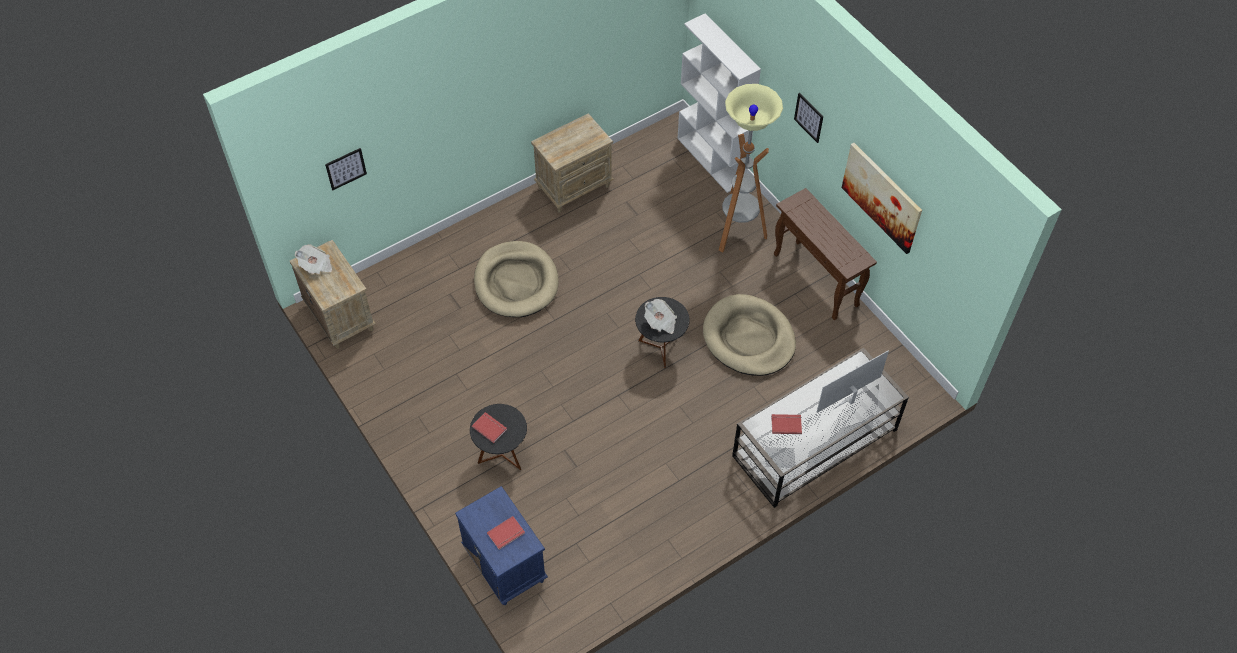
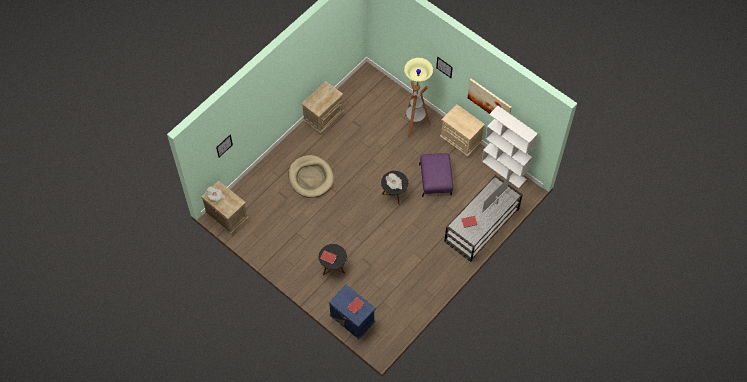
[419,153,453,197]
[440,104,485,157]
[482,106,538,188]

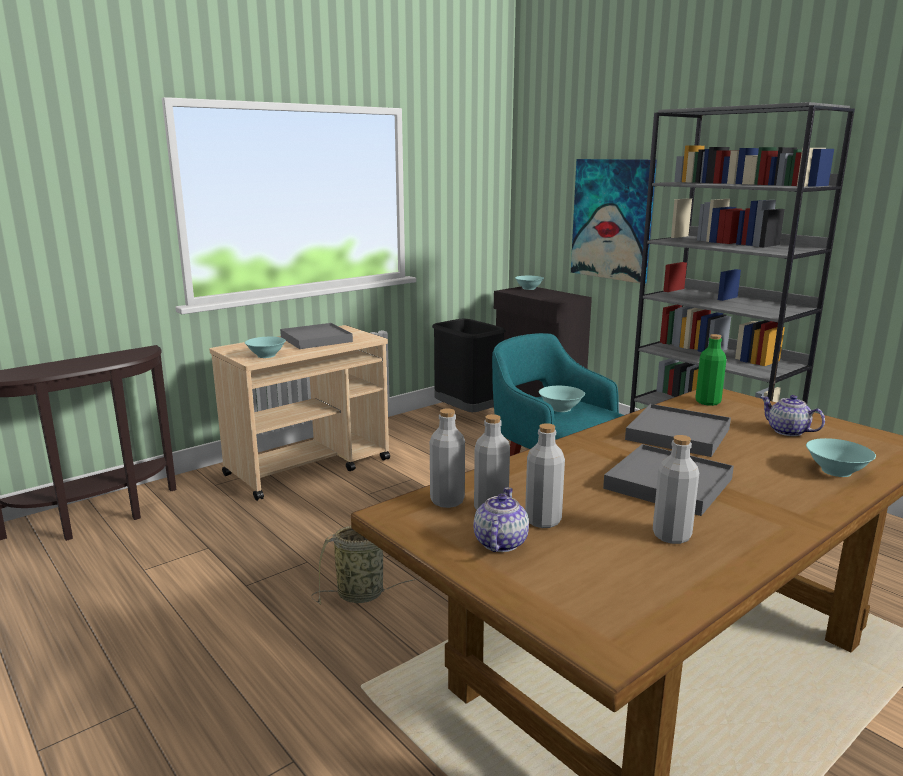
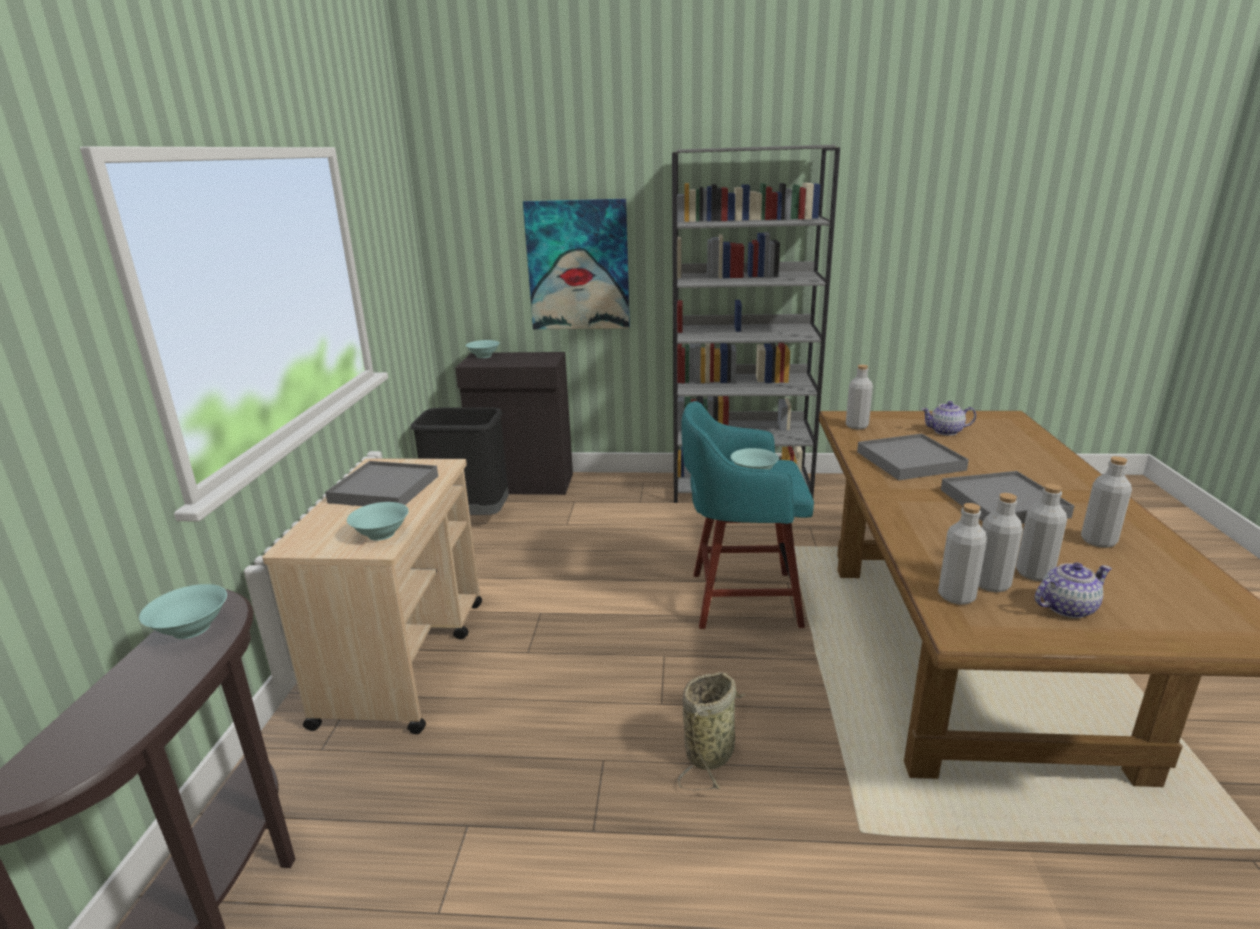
[139,584,227,639]
[846,365,873,430]
[1035,562,1112,618]

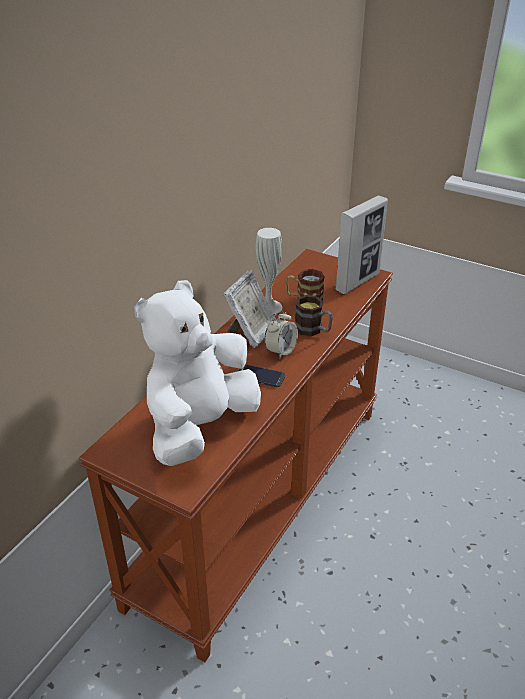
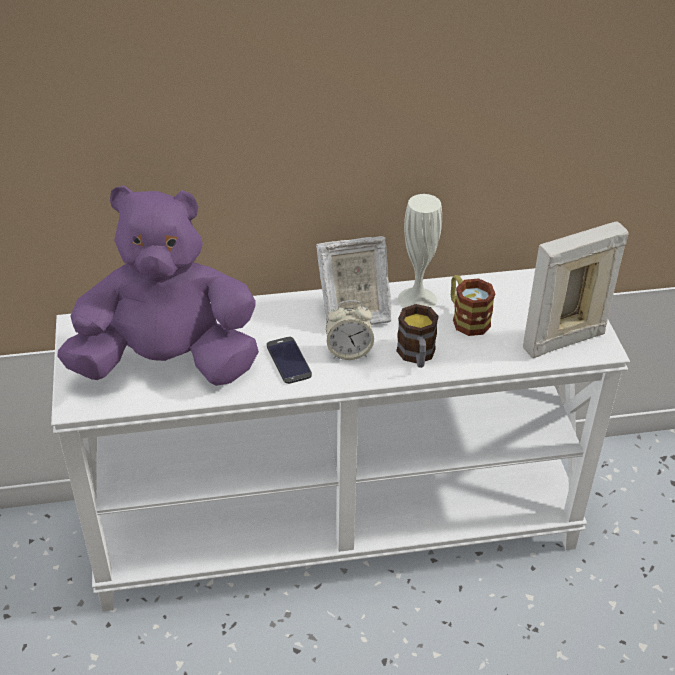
[51,268,630,611]
[57,186,259,386]
[523,221,629,358]

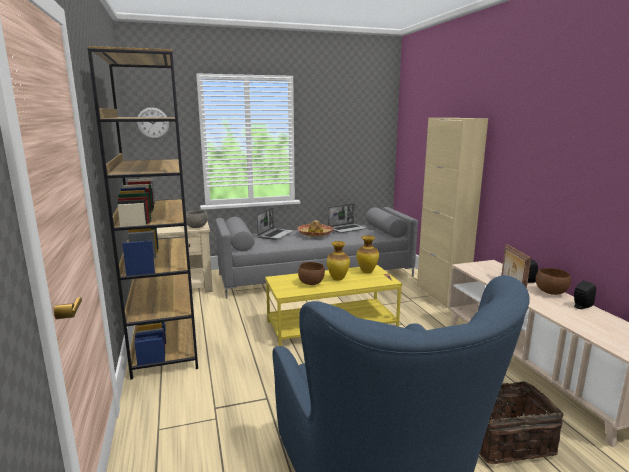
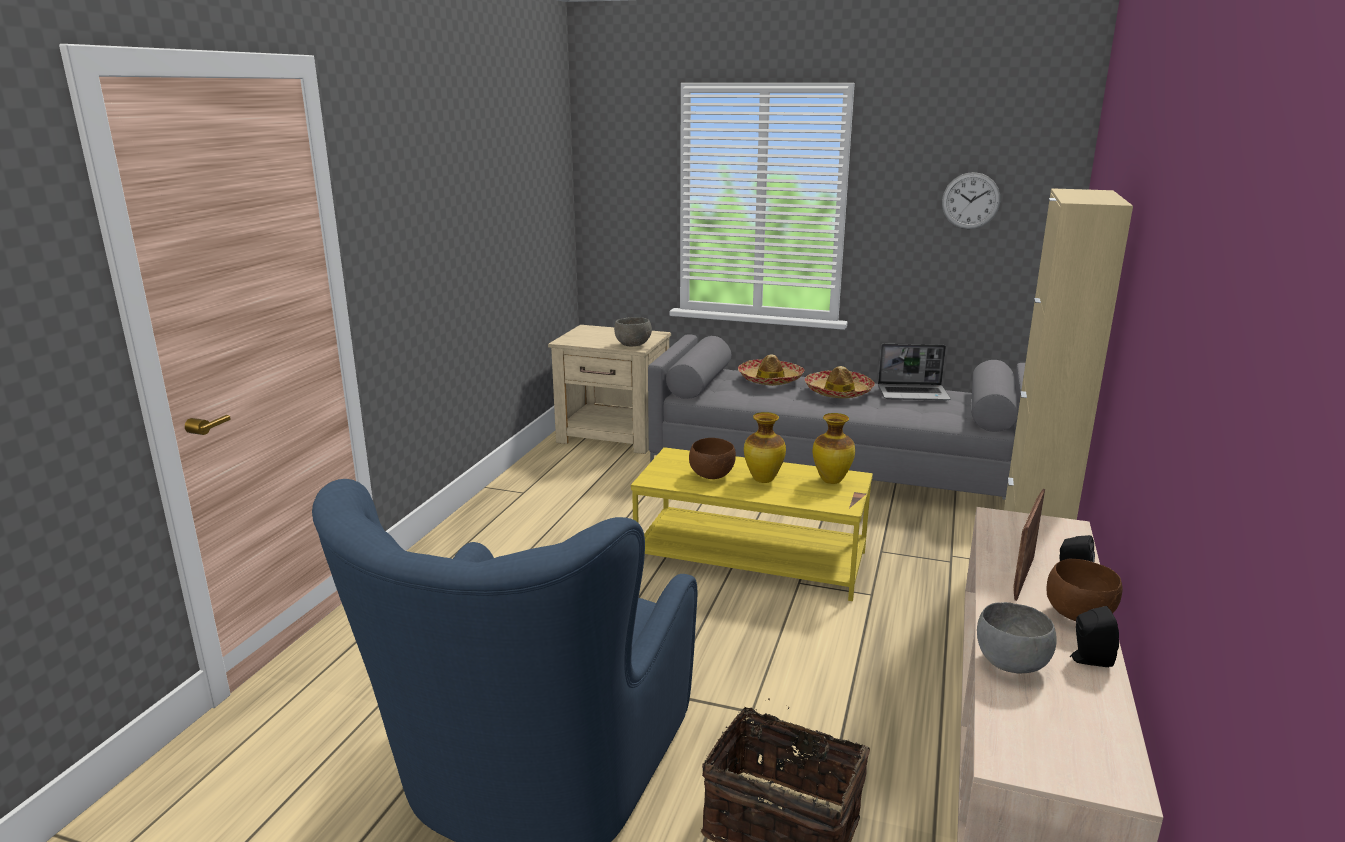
[738,354,804,386]
[942,172,1000,229]
[977,602,1057,674]
[87,46,198,380] (first image)

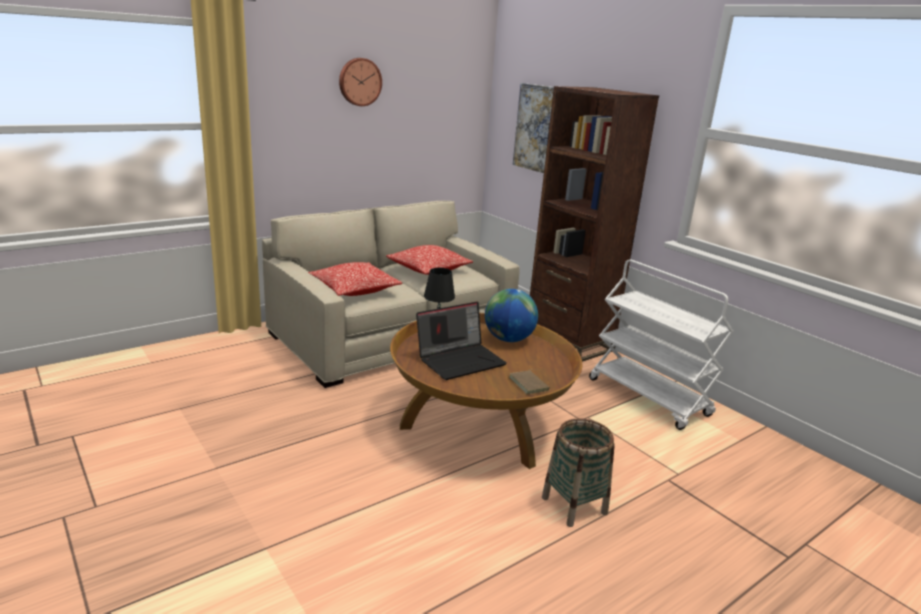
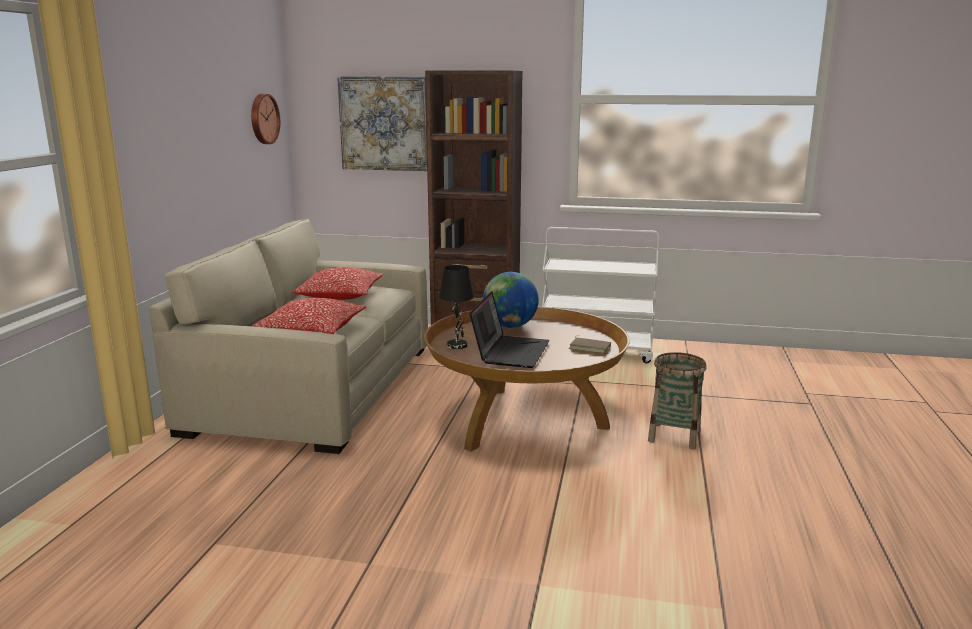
[251,93,280,144]

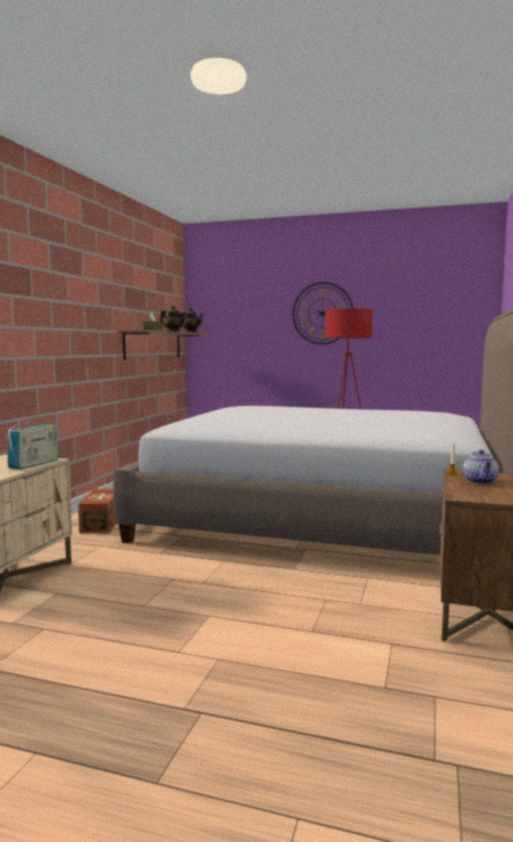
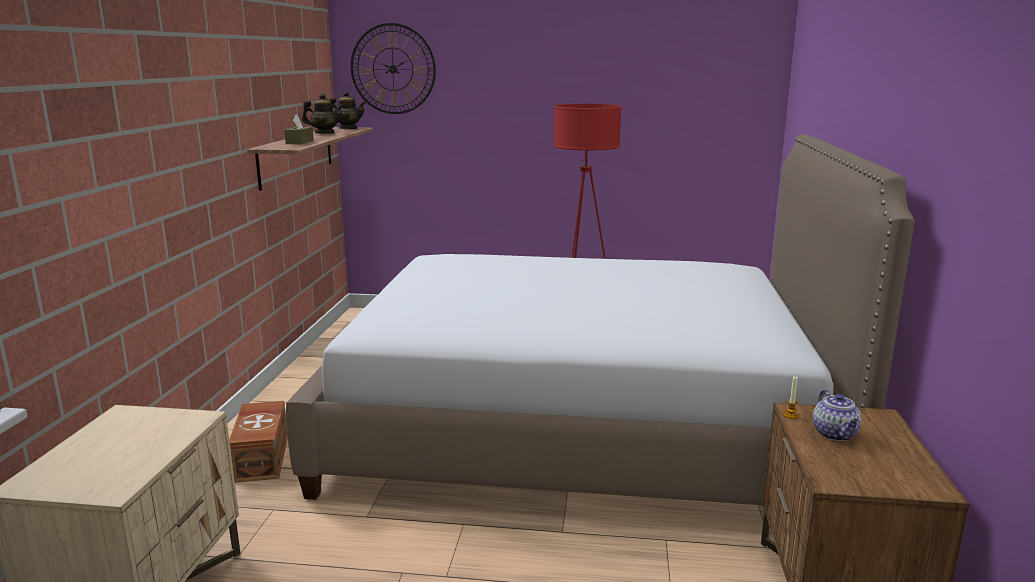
[351,23,436,114]
[8,420,59,470] (first image)

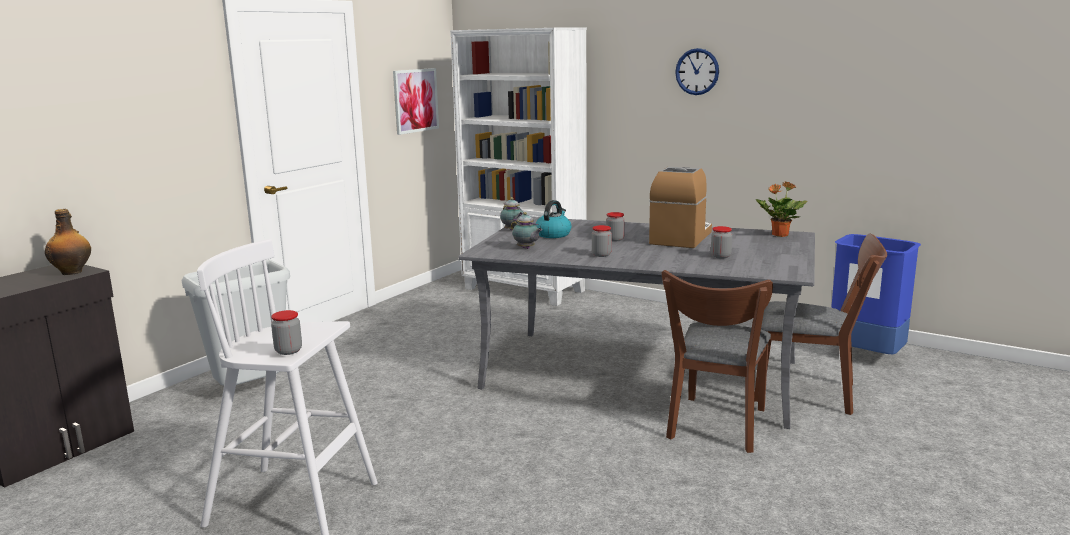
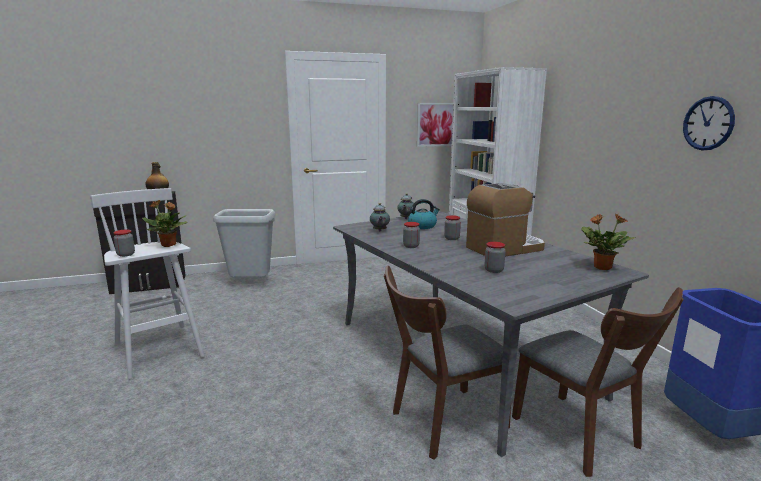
[142,200,188,247]
[683,96,735,150]

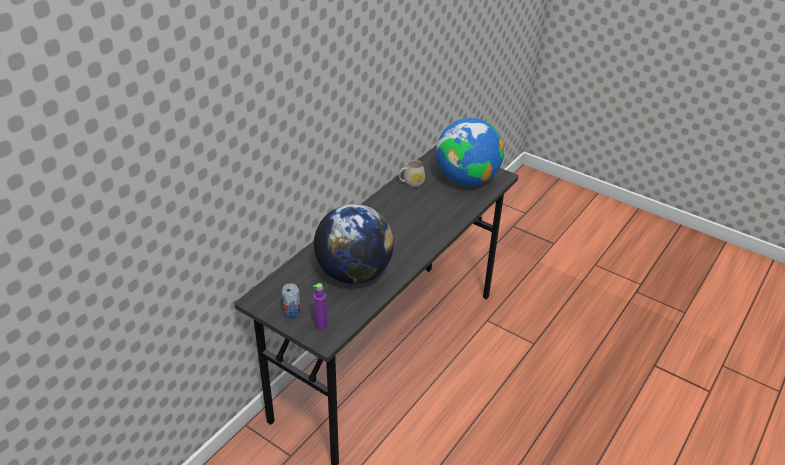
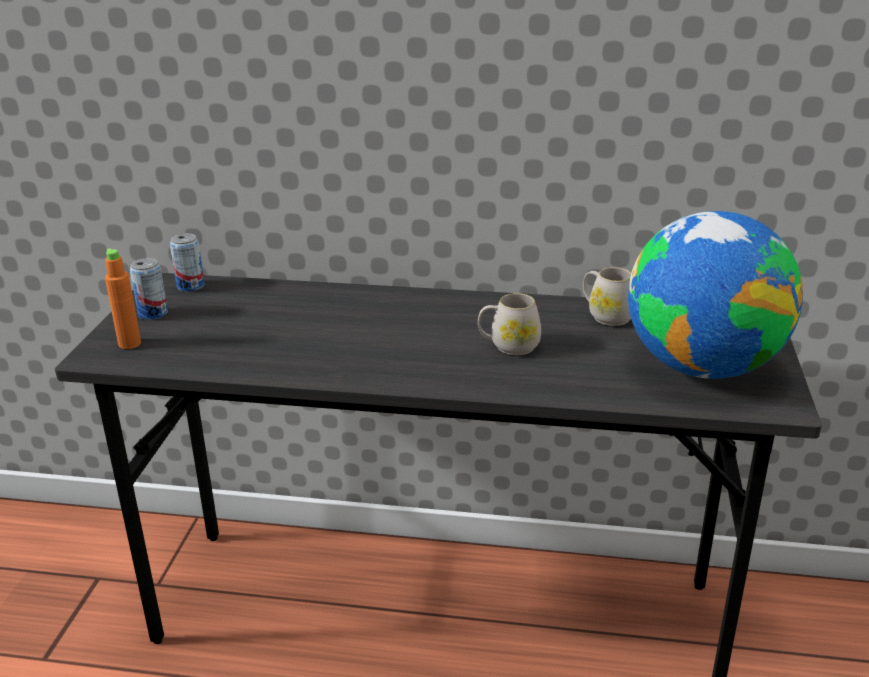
[105,248,141,349]
[170,233,205,292]
[478,293,541,355]
[314,204,394,284] (first image)

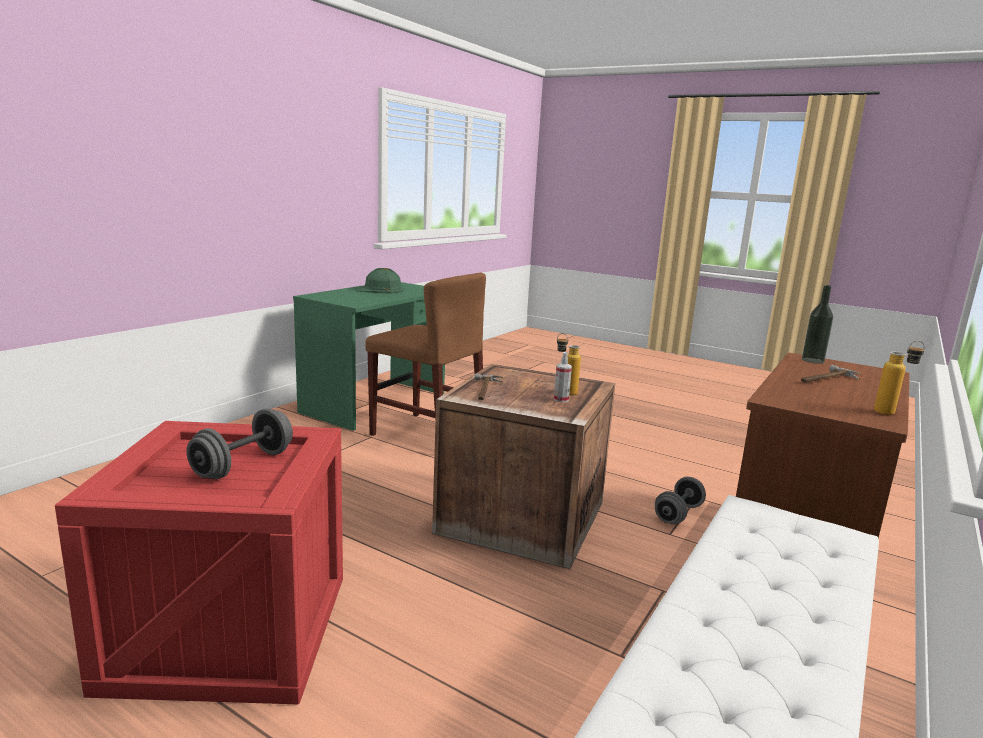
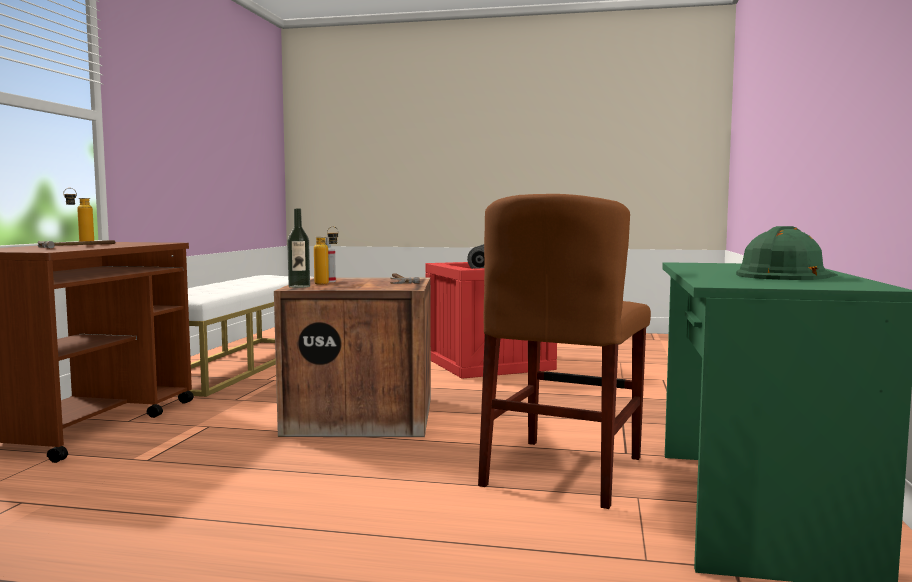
[287,209,310,288]
[478,194,651,509]
[655,477,706,524] (first image)

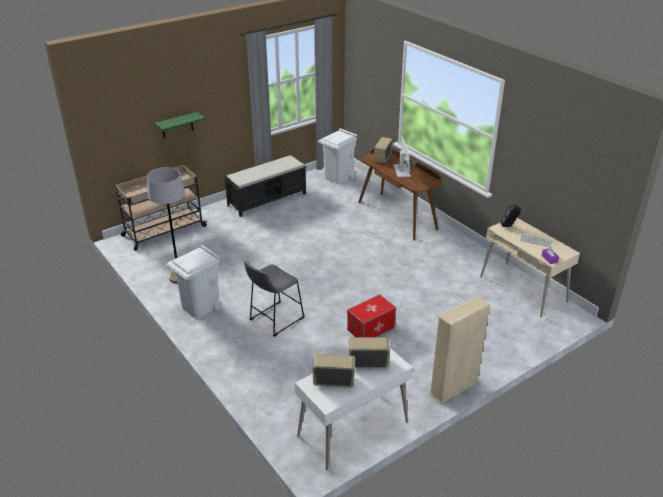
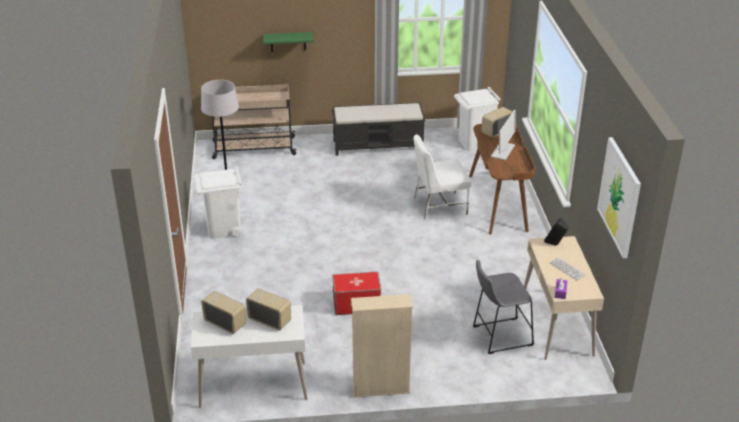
[413,135,471,219]
[473,260,534,354]
[597,137,641,258]

